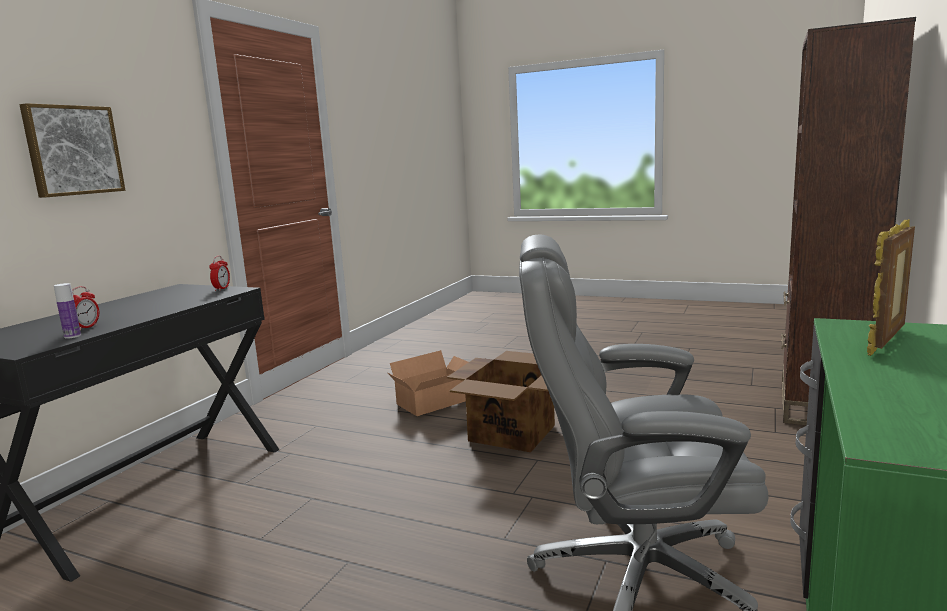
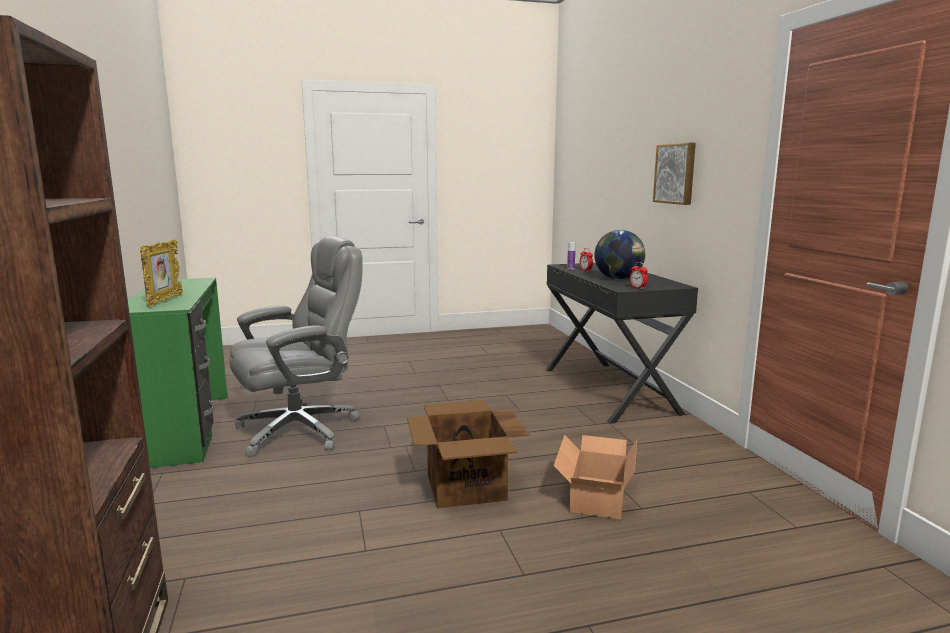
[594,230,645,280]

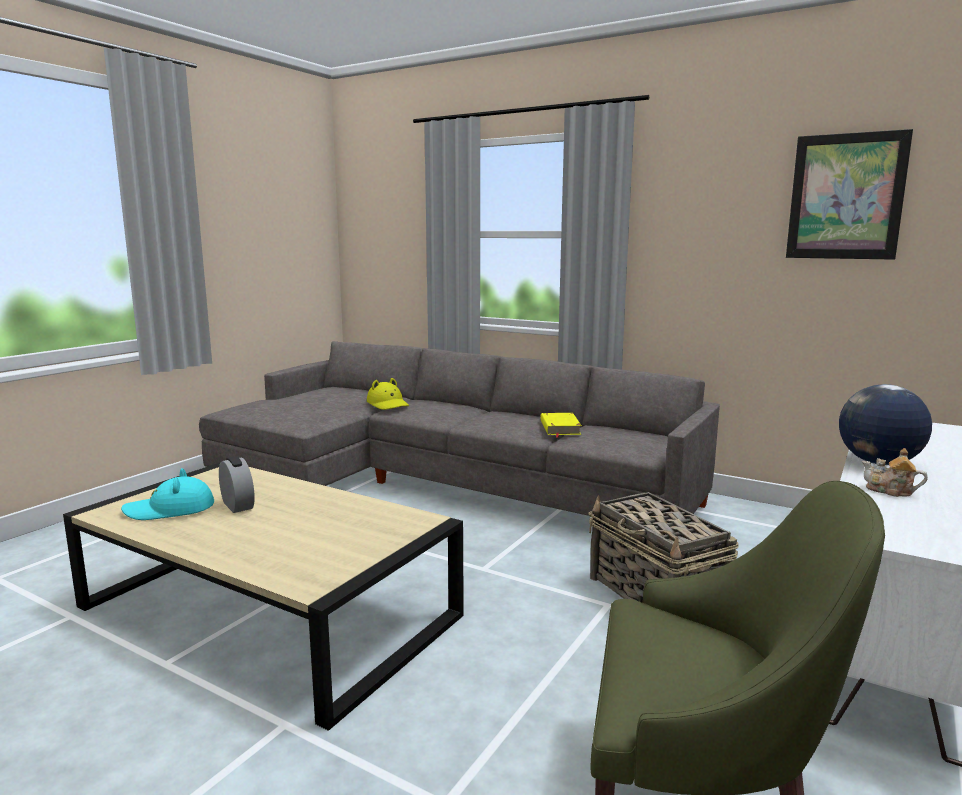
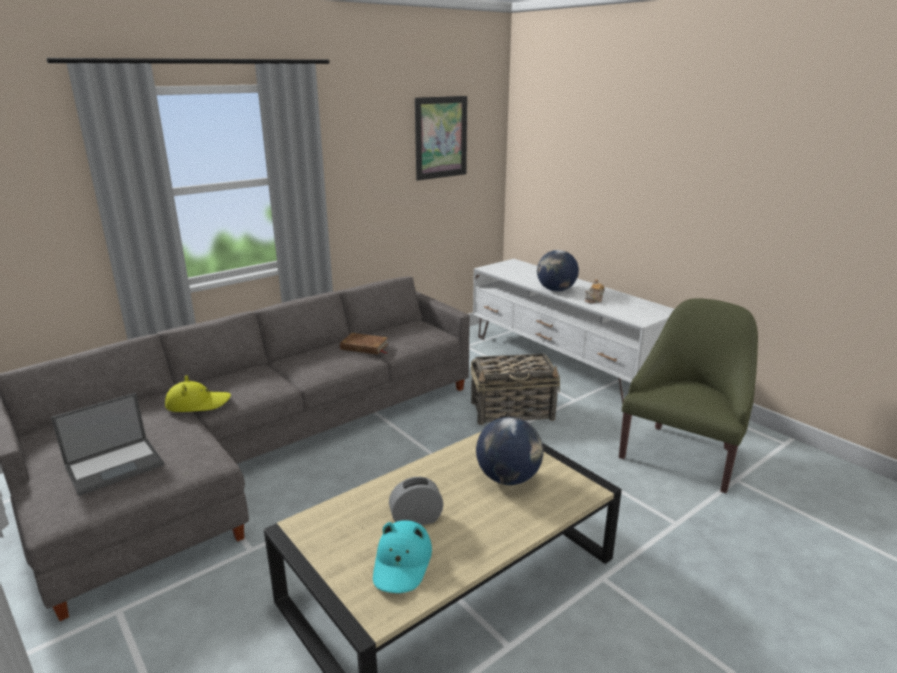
[51,393,164,496]
[340,333,388,355]
[476,417,544,485]

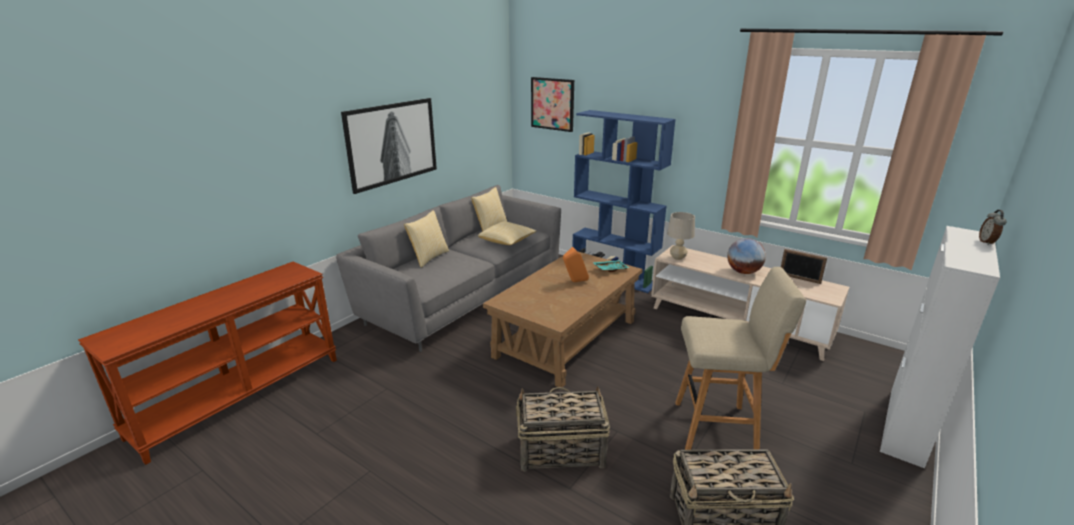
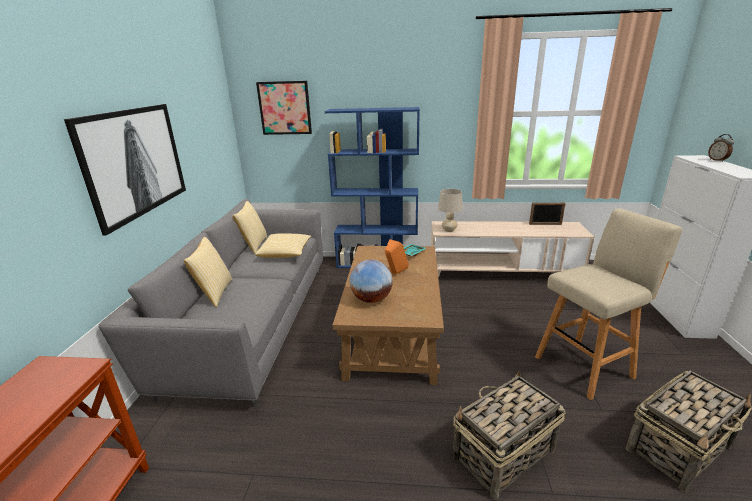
[350,260,393,303]

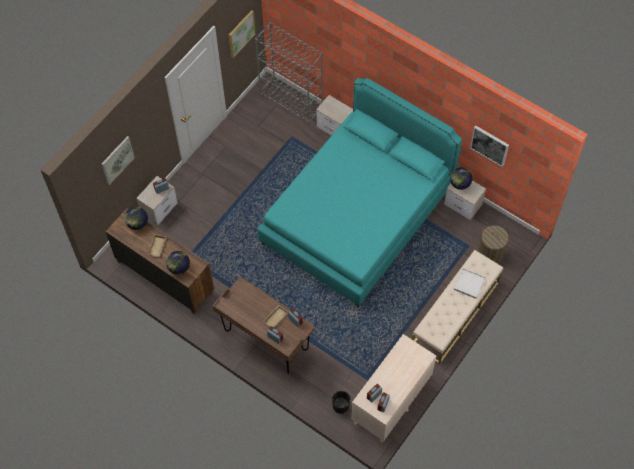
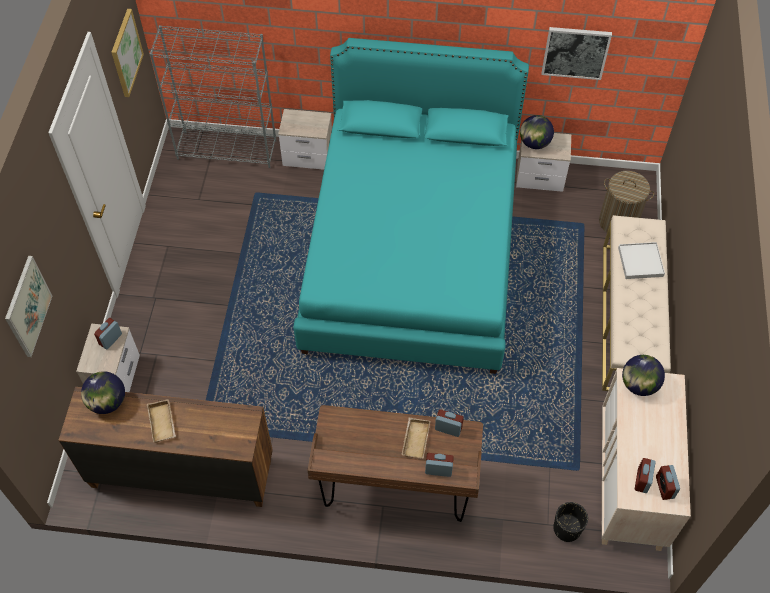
[622,355,665,396]

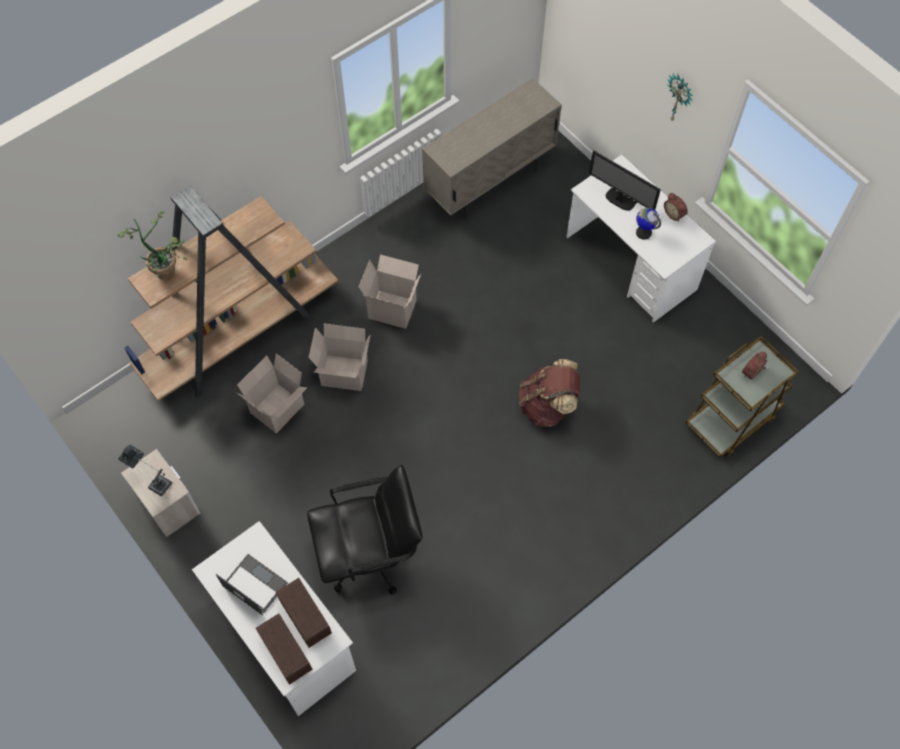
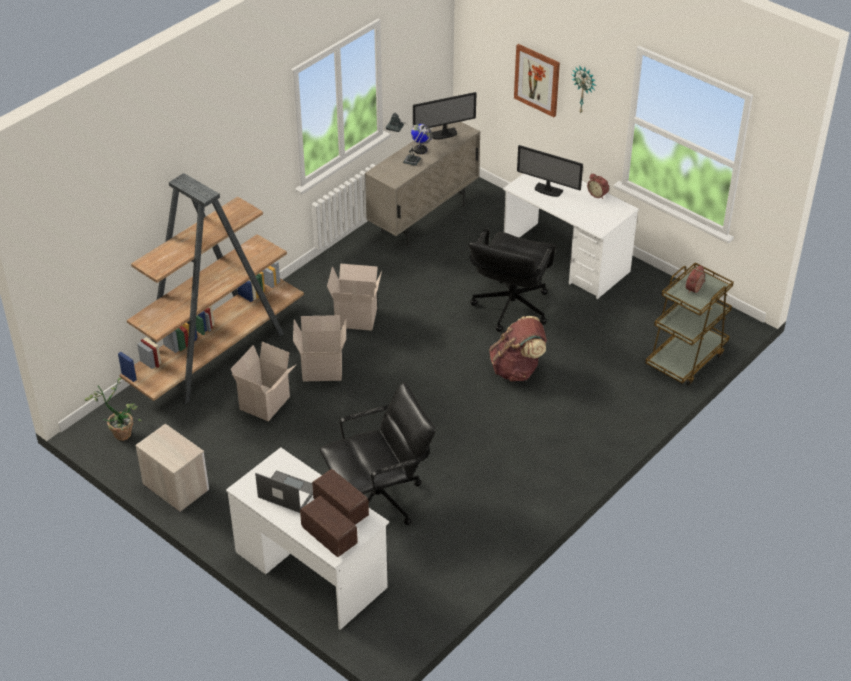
[84,378,142,441]
[385,113,428,166]
[411,124,432,154]
[413,92,476,140]
[469,228,556,332]
[514,44,560,117]

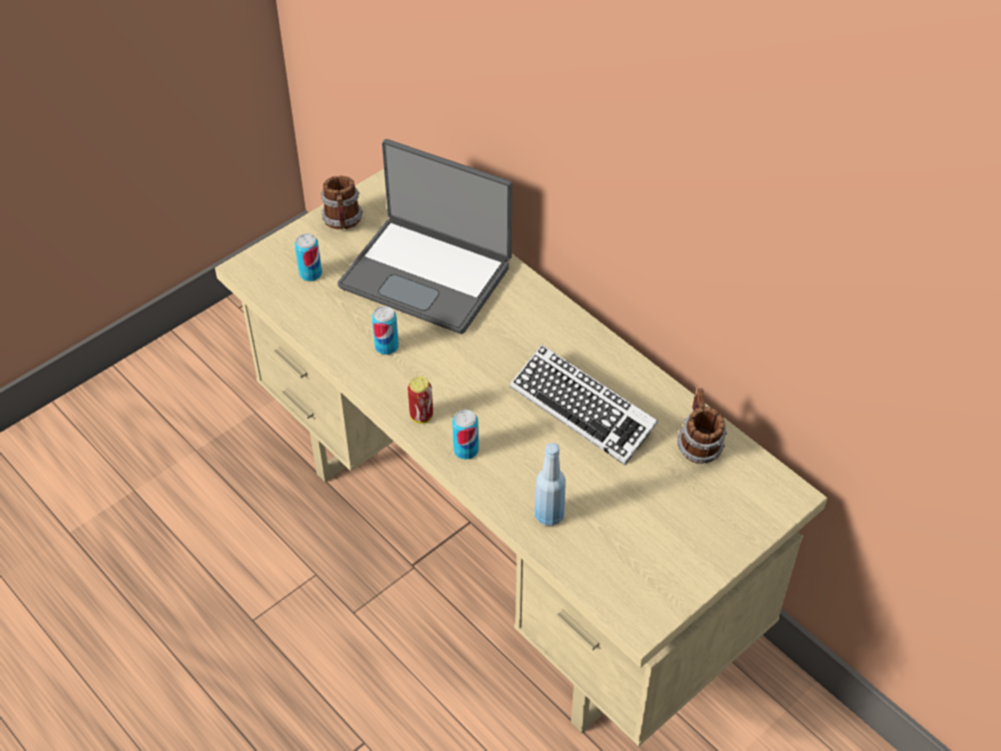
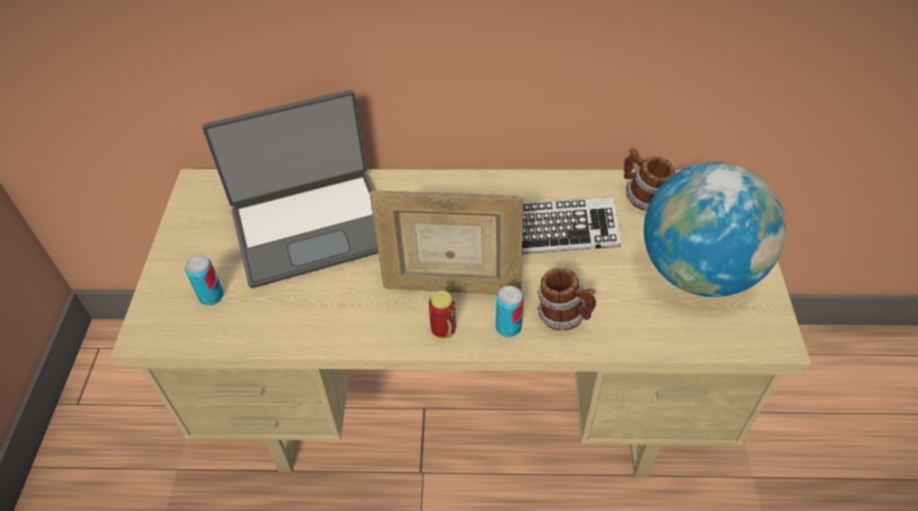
[369,190,524,295]
[537,268,596,331]
[644,162,786,297]
[372,306,399,355] (first image)
[534,443,566,526] (first image)

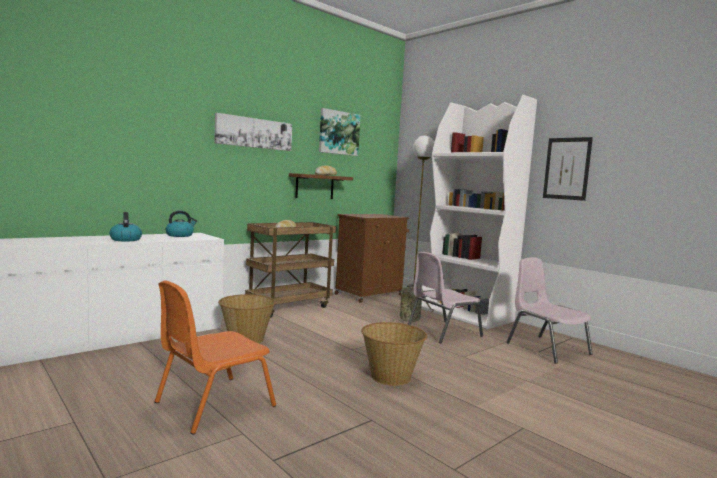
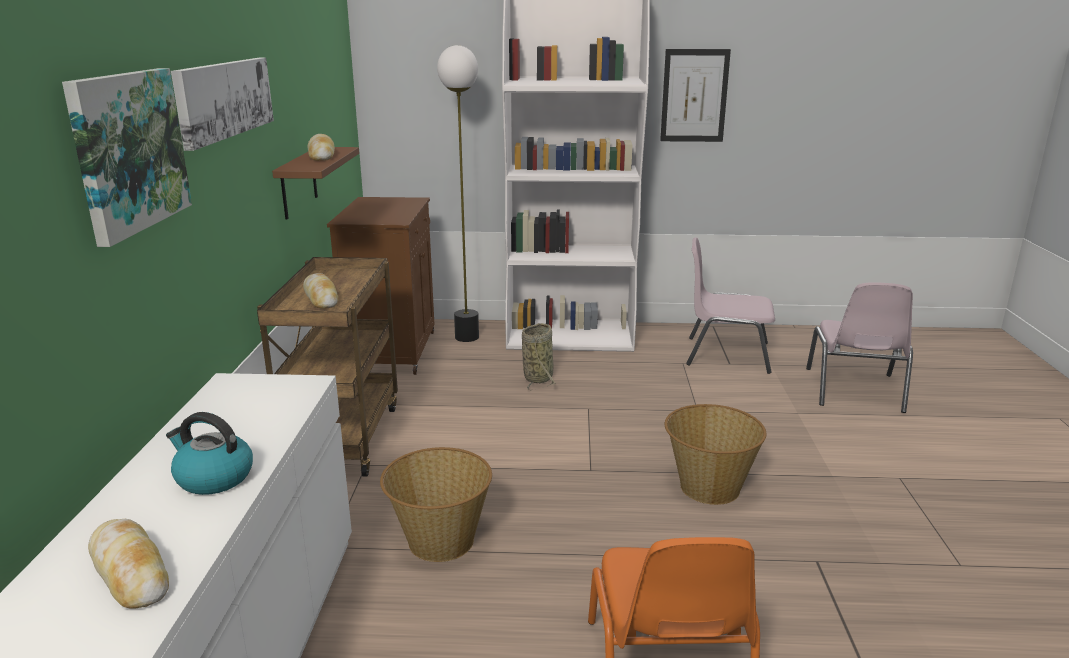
[62,68,192,247]
[88,519,169,609]
[806,282,913,413]
[166,210,197,237] (first image)

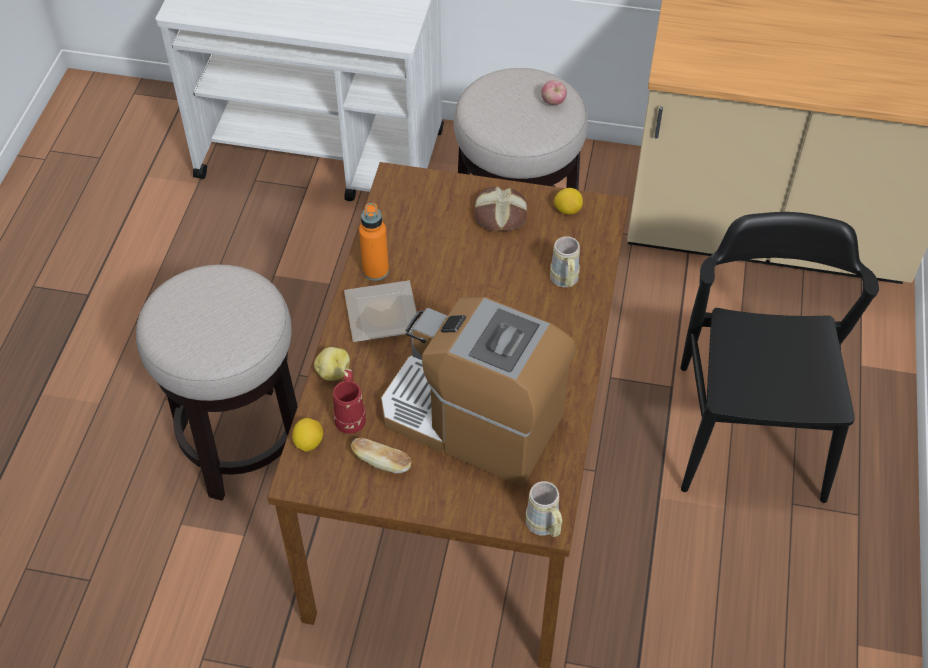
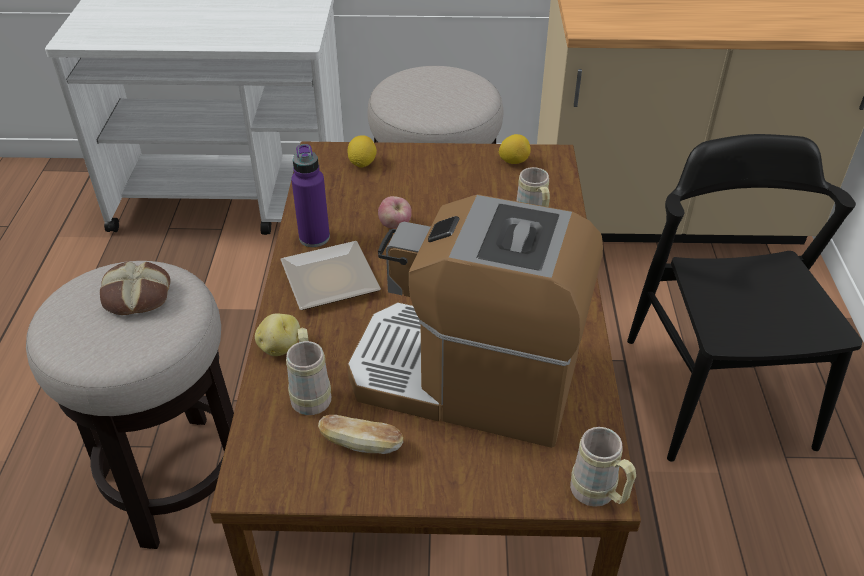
[100,262,171,315]
[286,328,331,415]
[291,144,330,247]
[347,135,377,167]
[378,196,412,229]

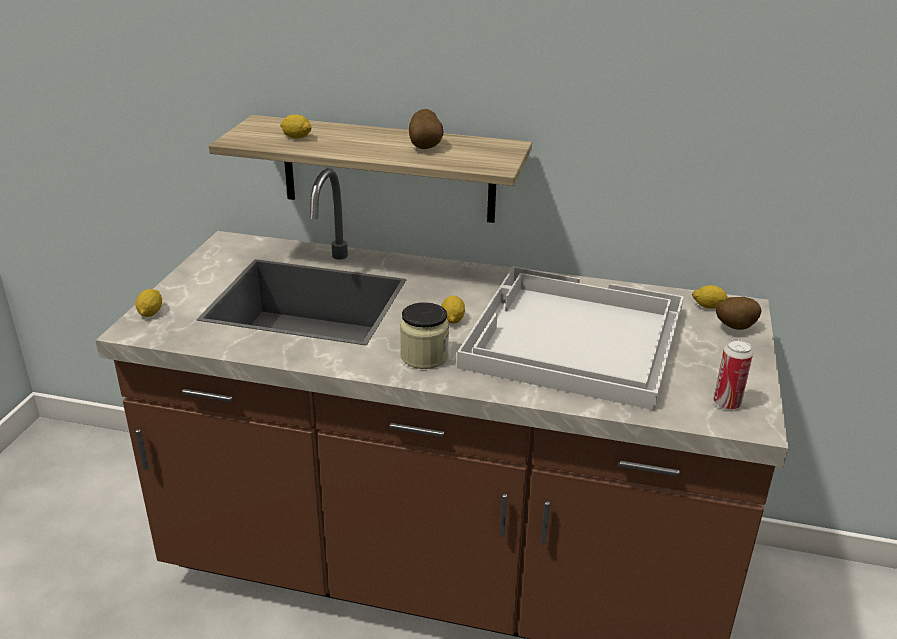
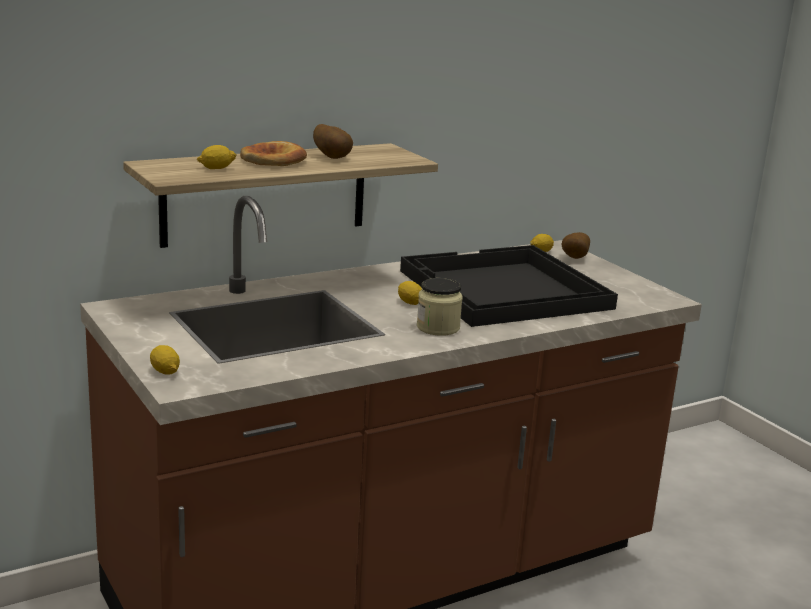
[240,141,307,166]
[400,245,618,327]
[713,339,753,410] (first image)

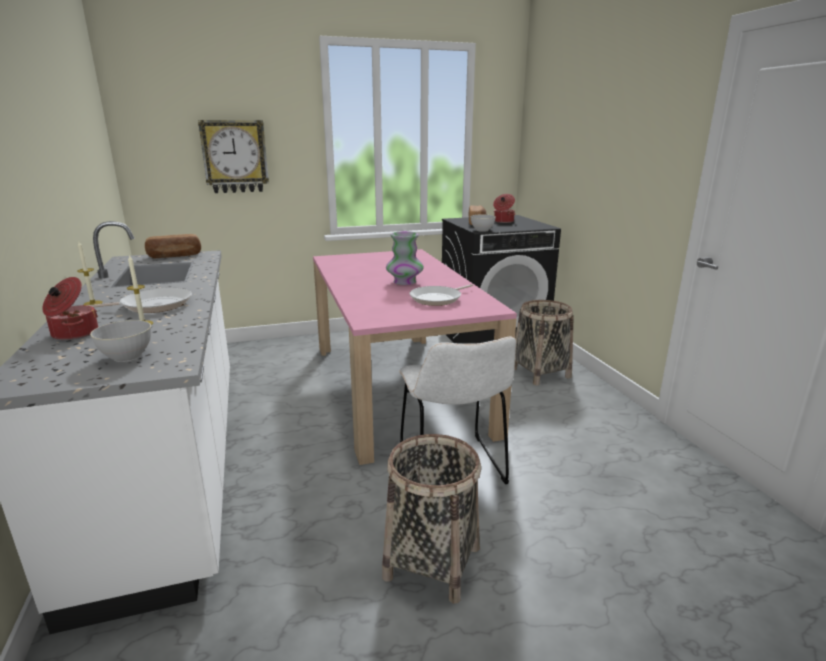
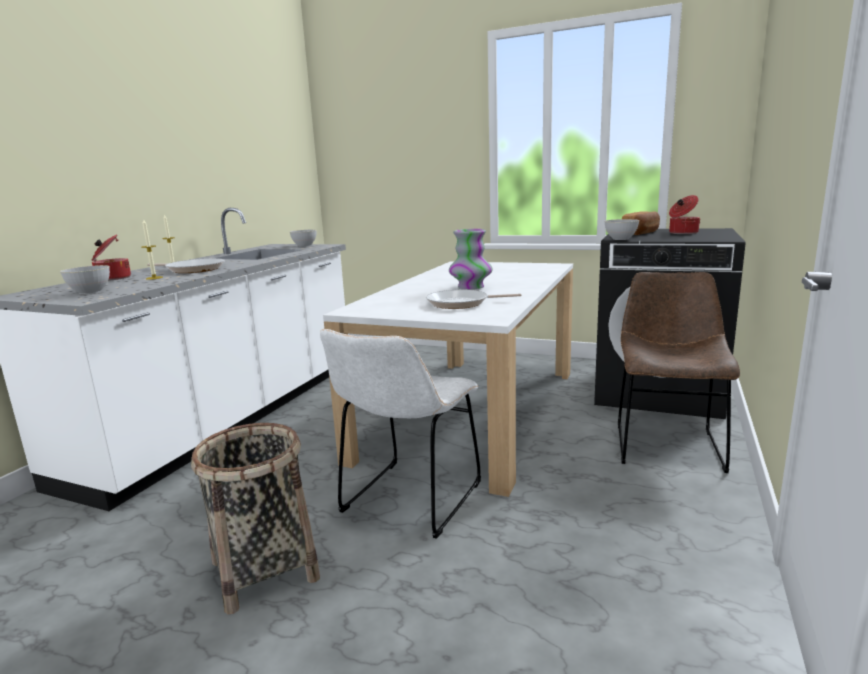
[290,230,317,247]
[323,261,573,497]
[618,272,740,473]
[198,120,269,193] (first image)

